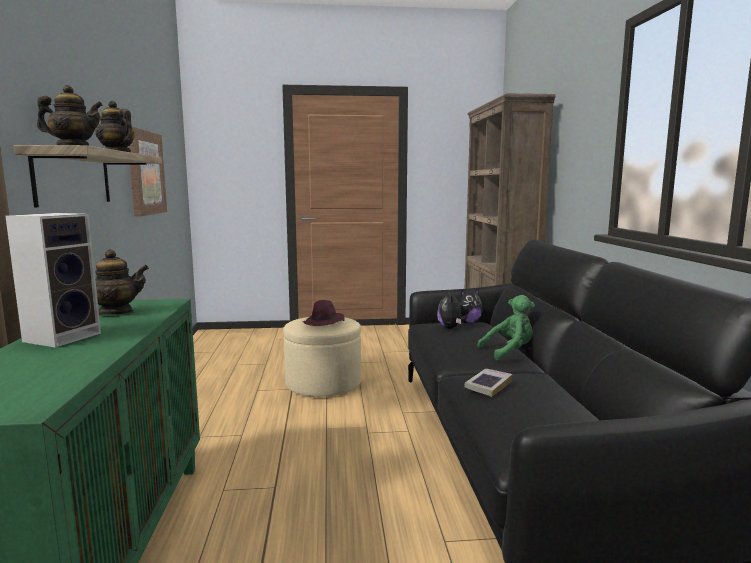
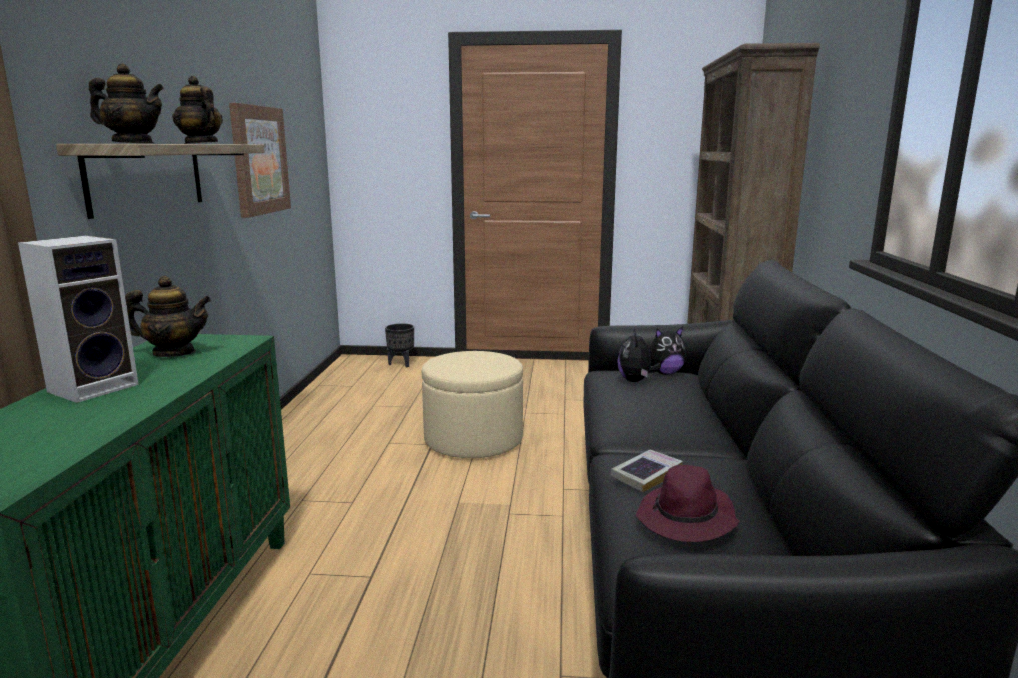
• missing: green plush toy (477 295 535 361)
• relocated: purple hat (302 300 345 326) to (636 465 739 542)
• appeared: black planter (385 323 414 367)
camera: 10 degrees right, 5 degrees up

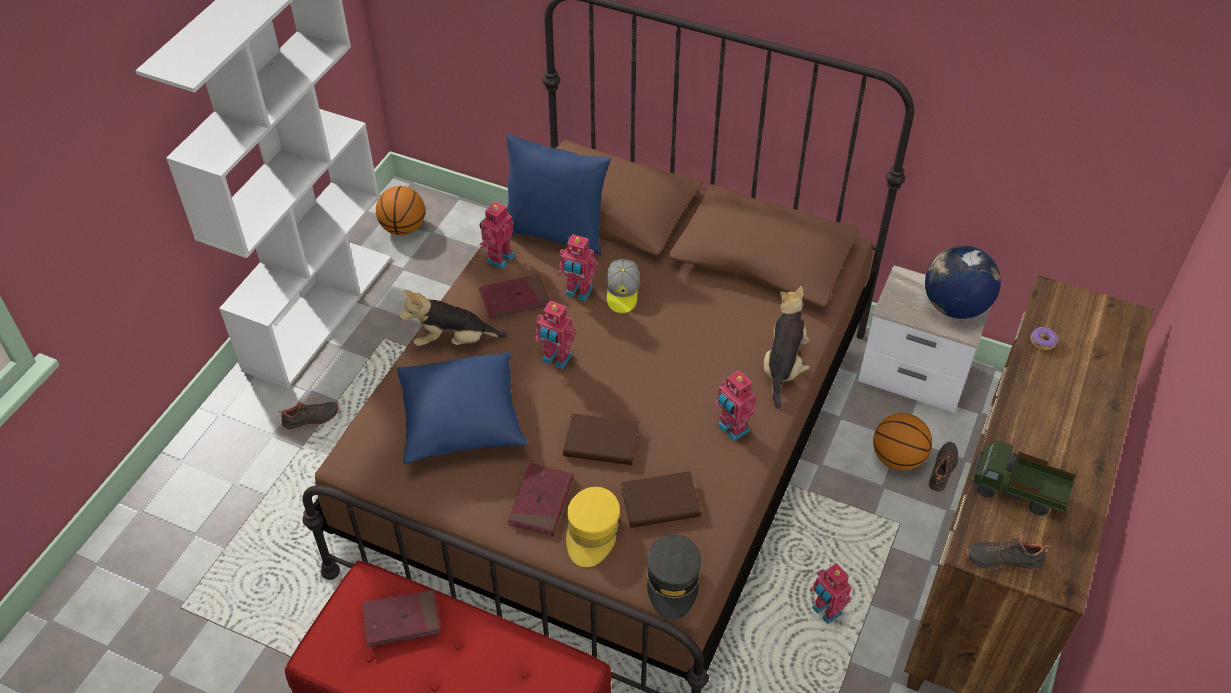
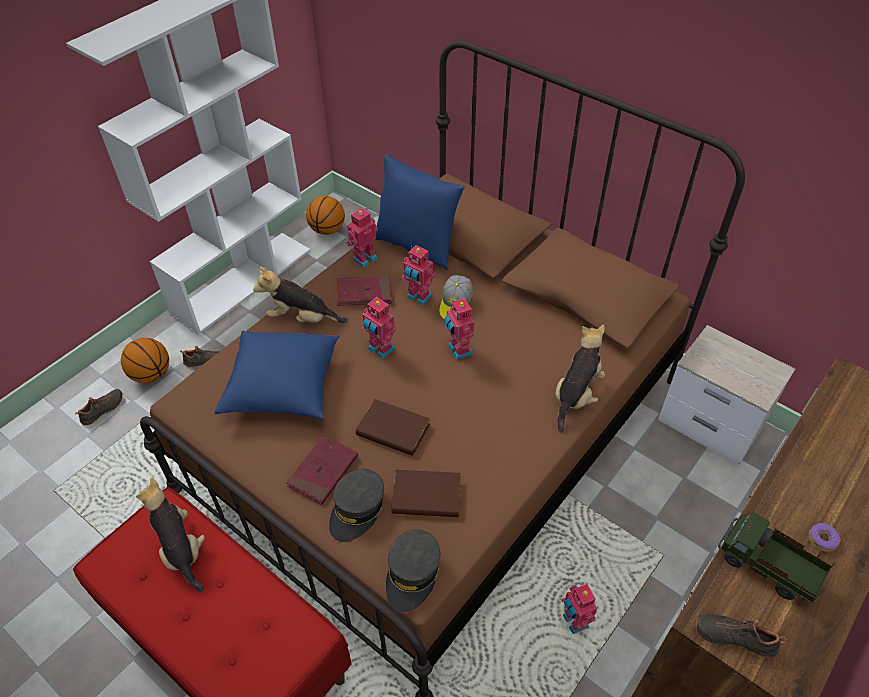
• missing: globe (925 246 1001 319)
• relocated: donut (1031 327 1058 350) to (809 523 841 552)
• relocated: toy robot (714 370 756 442) to (444 297 474 360)
• relocated: basketball (873 413 932 471) to (121 338 169 383)
• relocated: black shoe (928 442 958 492) to (75 389 123 425)
• colour: yellow cap (566 487 620 567) to grey cap (329 469 384 542)
• exchanged: red book (362 590 441 647) to plush toy (136 478 205 592)
camera: 15 degrees right, 0 degrees up

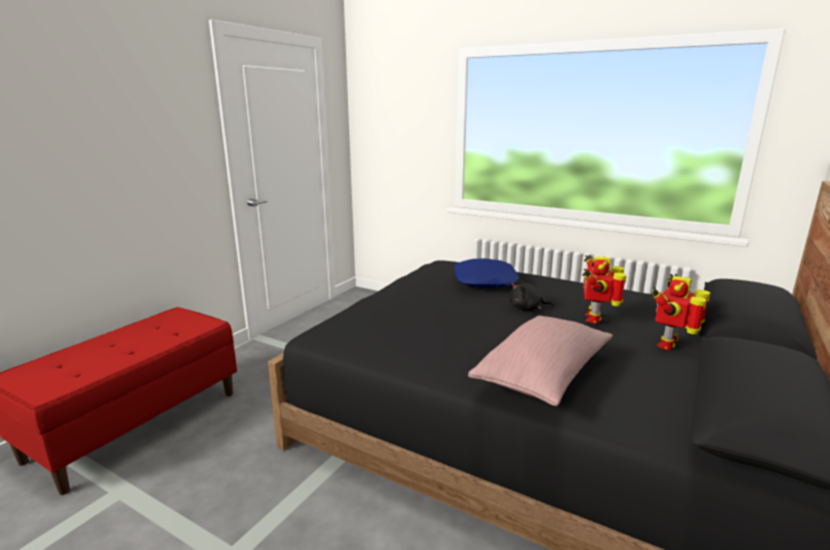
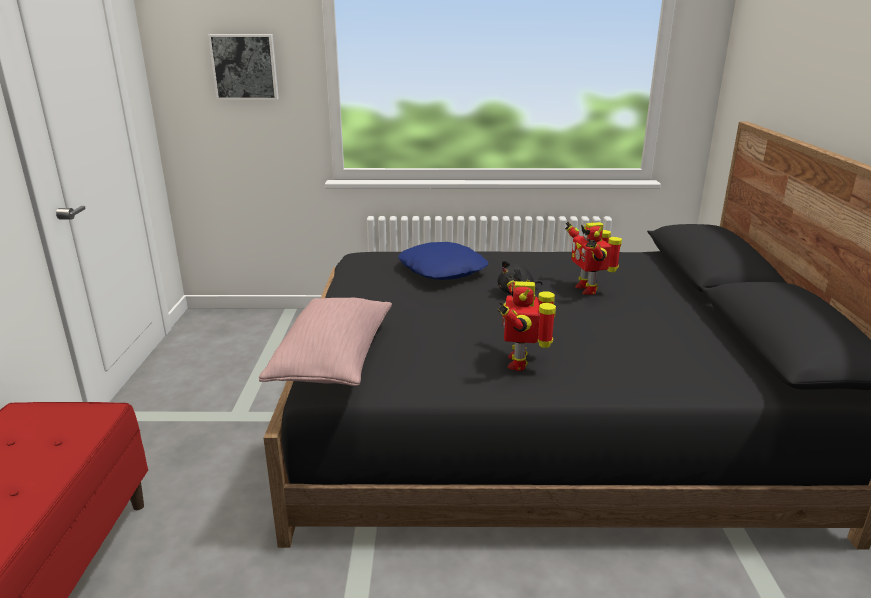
• relocated: toy robot (651 274 710 350) to (497 275 556 371)
• relocated: pink pillow (468 316 613 406) to (259 298 392 386)
• appeared: picture (208 34 279 100)
camera: 30 degrees left, 5 degrees up

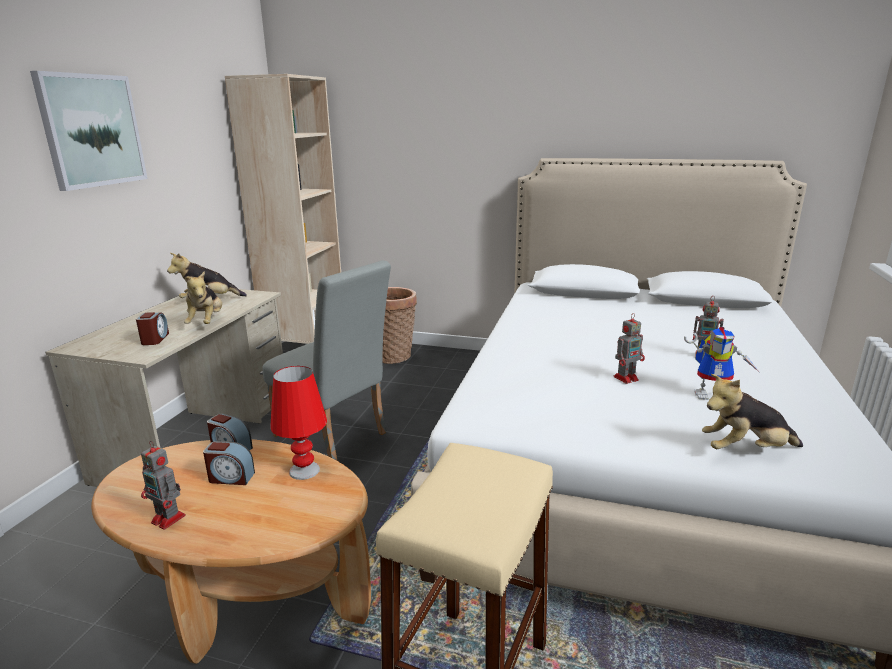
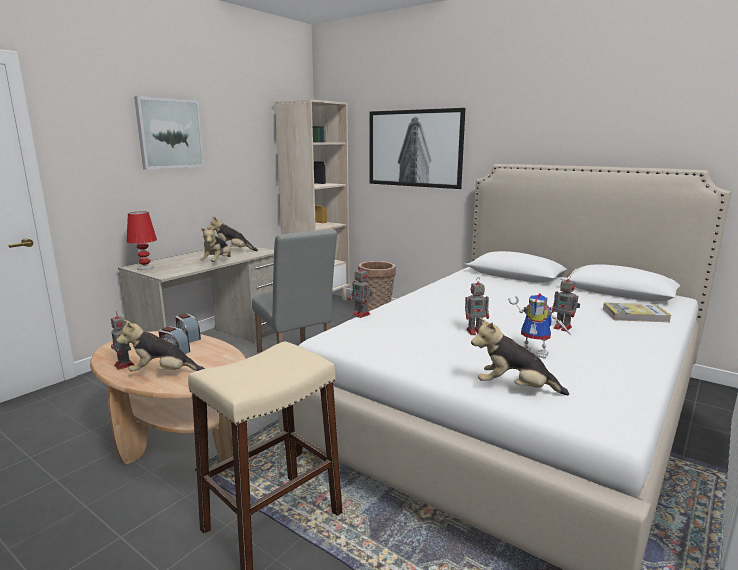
• missing: alarm clock (136 312 169 345)
• relocated: red table lamp (270 366 327 480) to (127 212 157 270)
• appeared: picture (370 108 465 189)
• appeared: toy robot (350 265 372 318)
• appeared: book (603 303 672 322)
• appeared: plush toy (116 319 205 371)
camera: 20 degrees right, 5 degrees down

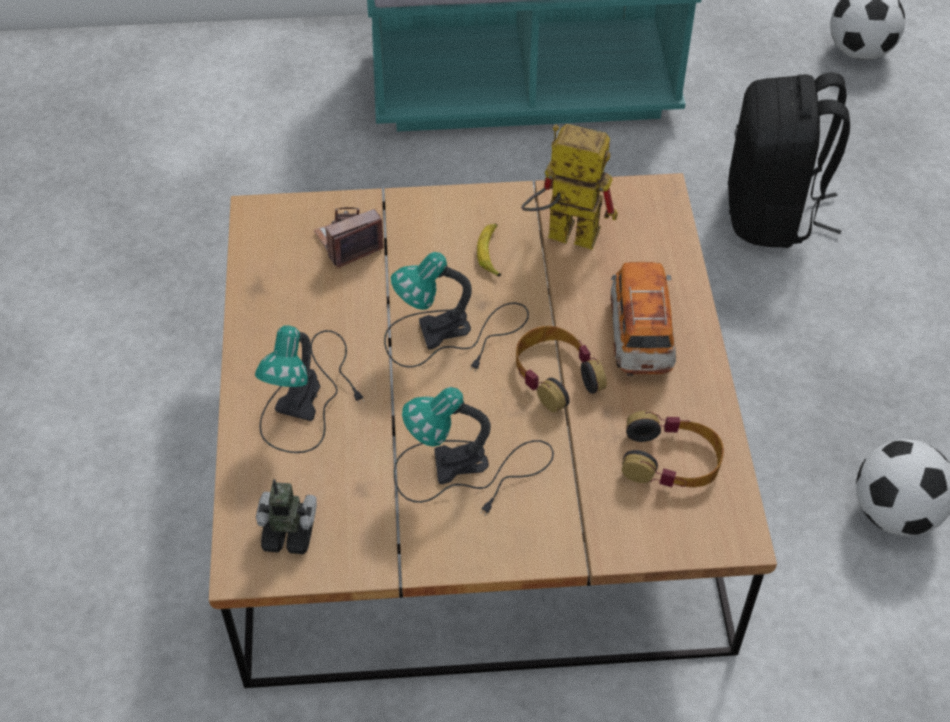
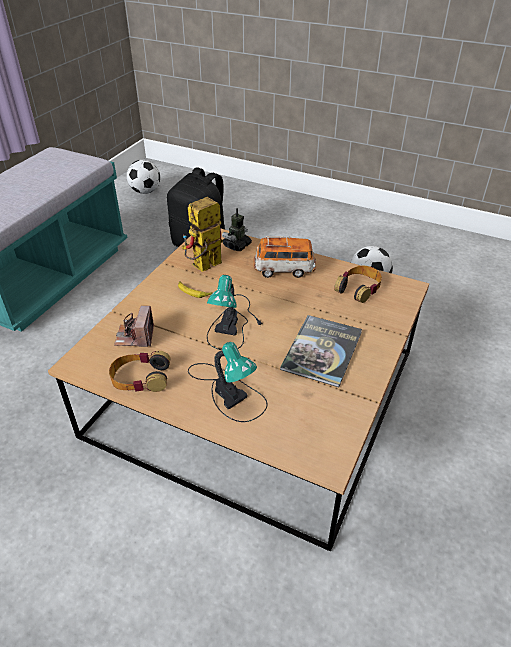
• spun: toy car (610 262 676 376) = (254 236 316 278) 150 degrees clockwise
• relocated: headphones (516 326 607 412) to (109 351 171 392)
• exchanged: table lamp (394 387 554 515) to book (280 315 362 387)
• relocated: toy robot (256 479 317 554) to (222 208 252 251)
camera: 60 degrees left, 10 degrees down

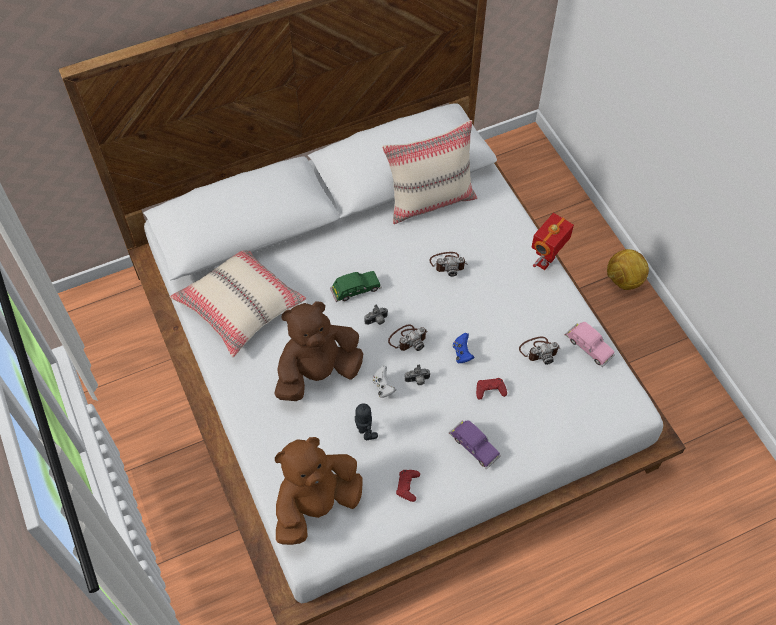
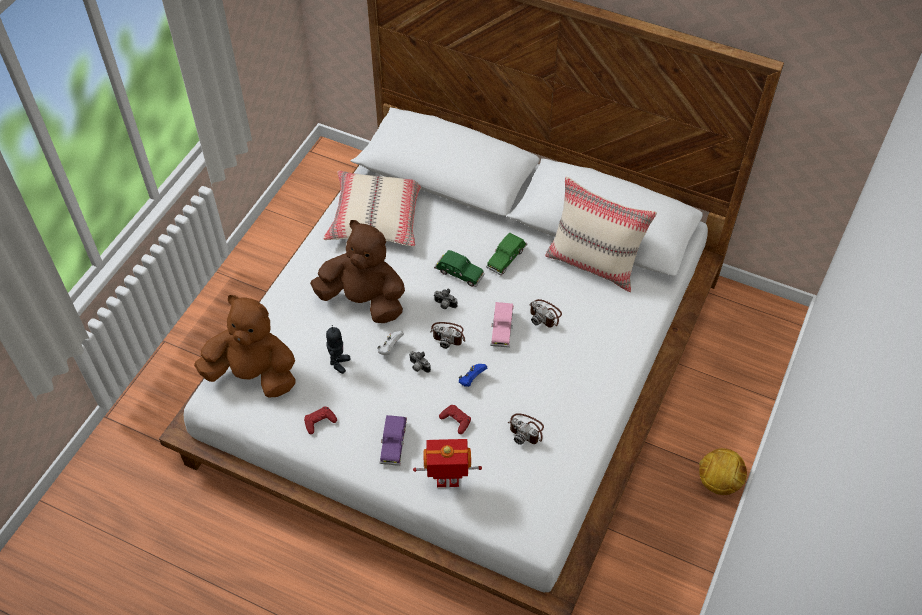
• relocated: toy robot (531 213 574 270) to (413 439 482 487)
• relocated: pink toy car (565 322 615 367) to (490 302 513 348)
• appeared: green toy car (486 233 527 275)
camera: 50 degrees right, 5 degrees down

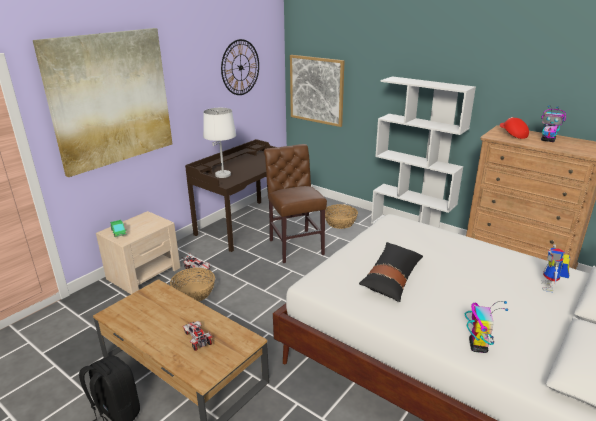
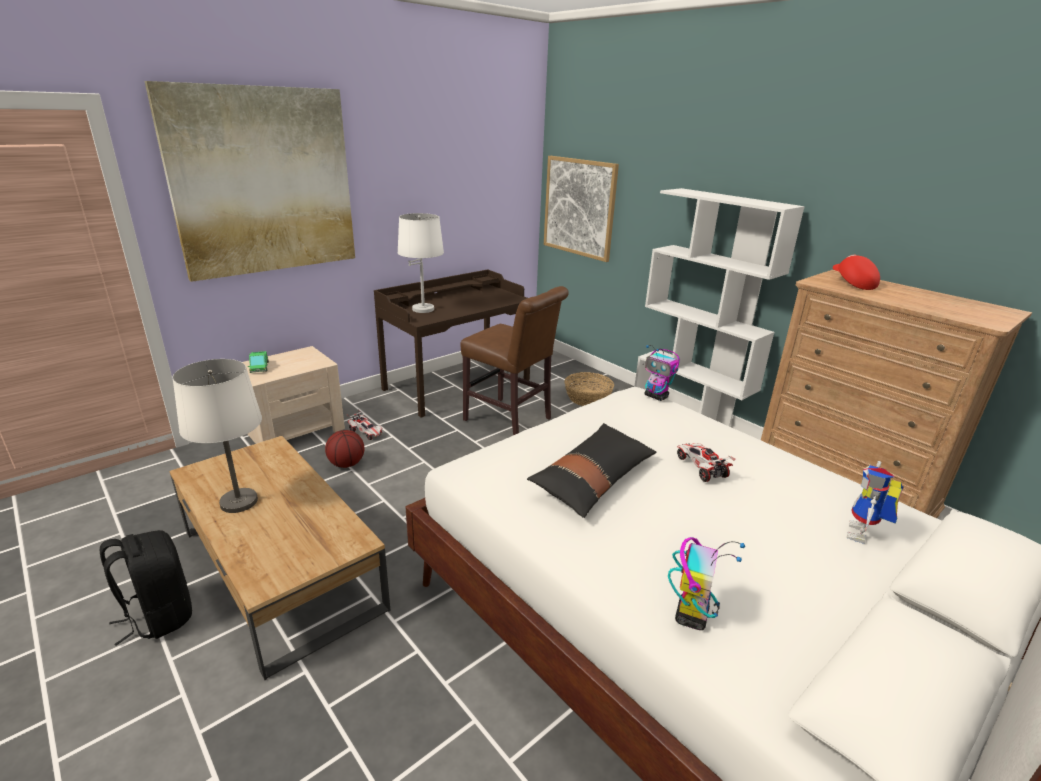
• missing: wall clock (221 39 259 95)
• relocated: toy robot (541 105 566 142) to (644 345 680 401)
• spun: brown chair (264 144 327 263) = (461 286 569 435) 135 degrees clockwise
• exchanged: basket (170 268 215 301) to basketball (325 430 364 468)
• relocated: toy car (182 321 212 351) to (677 443 736 482)
• appeared: white table lamp (173 359 262 513)
camera: 10 degrees right, 0 degrees up

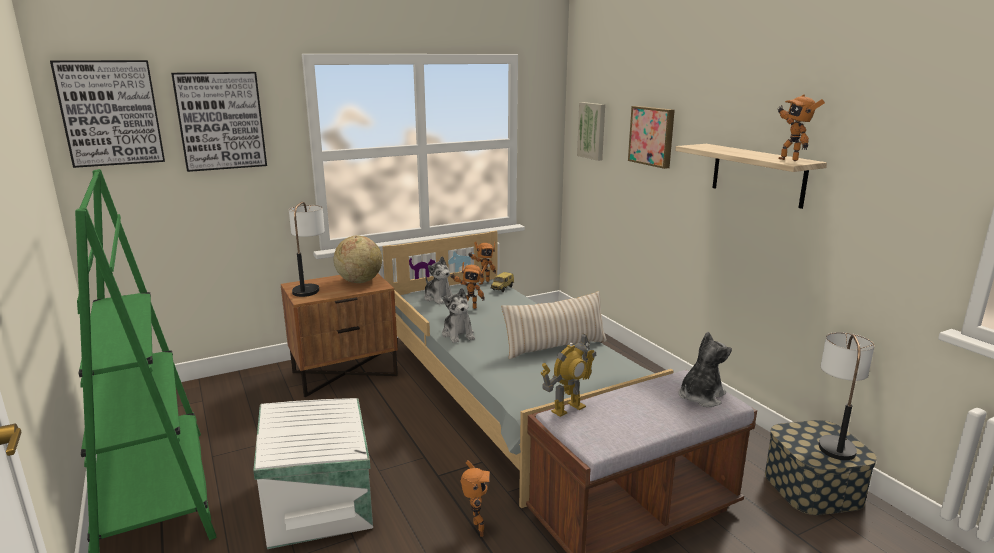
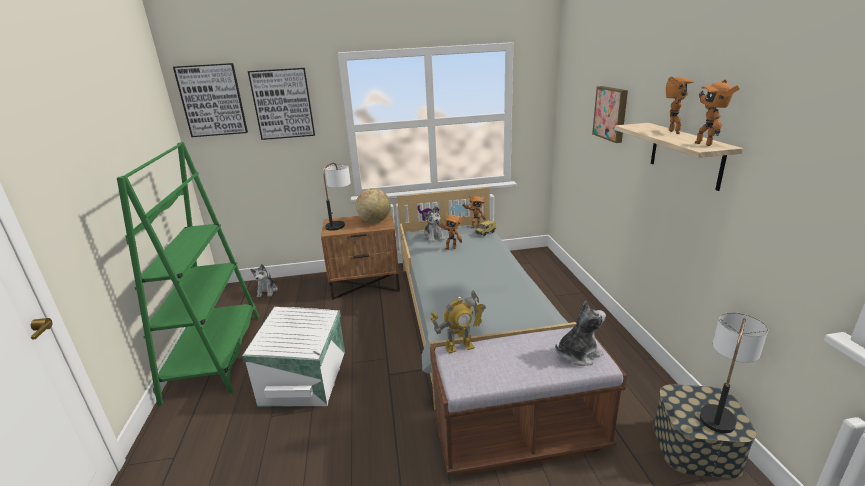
• missing: picture (577 102 605 161)
• relocated: plush toy (442 288 475 343) to (250 264 278 298)
• missing: beige pillow (501 291 607 359)
• relocated: toy robot (460 461 490 536) to (666 77 693 134)
camera: 20 degrees right, 5 degrees up

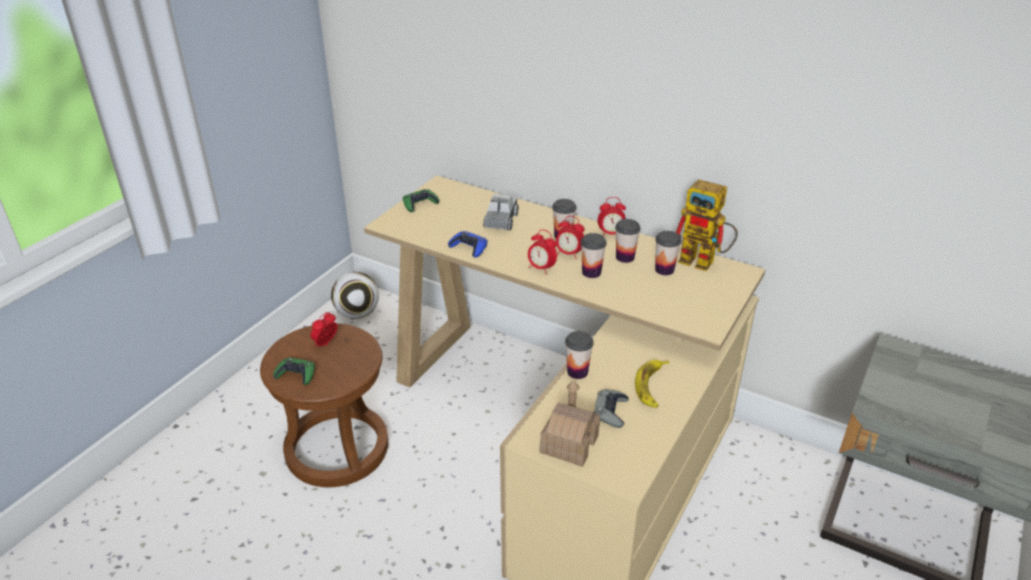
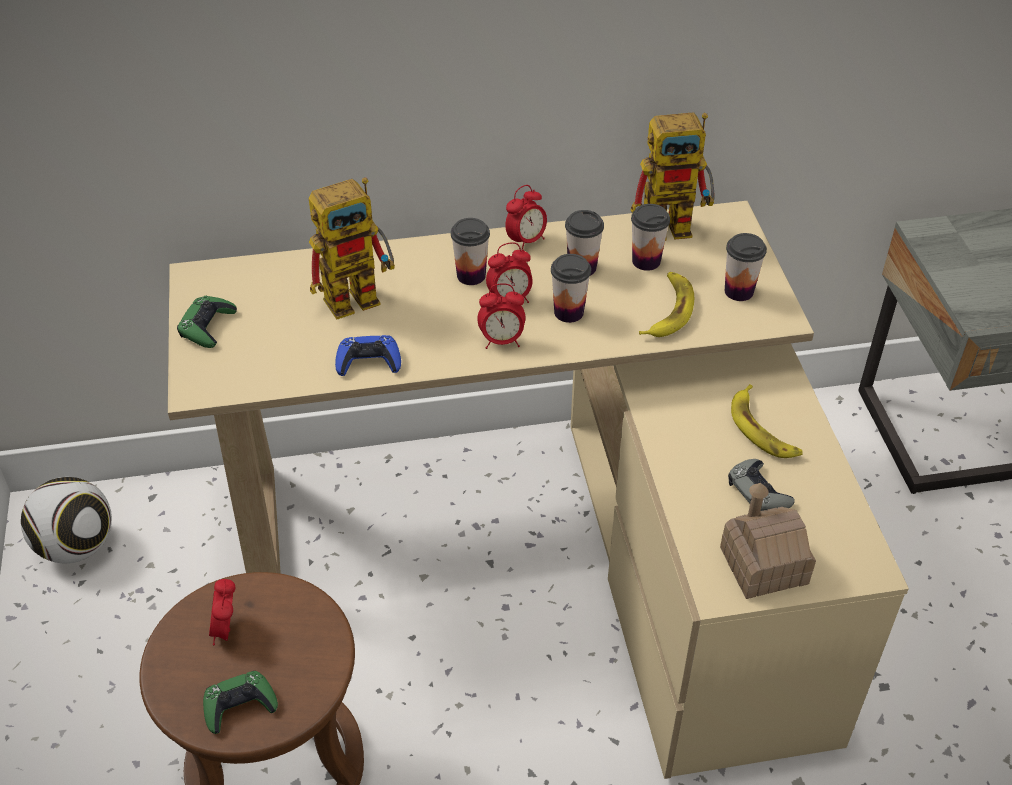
• exchanged: toy truck (483 194 519 230) to toy robot (308 177 395 319)
• relocated: cup (565 331 594 379) to (725 233 767 301)
• appeared: banana (639 272 694 337)
camera: 40 degrees left, 10 degrees up

